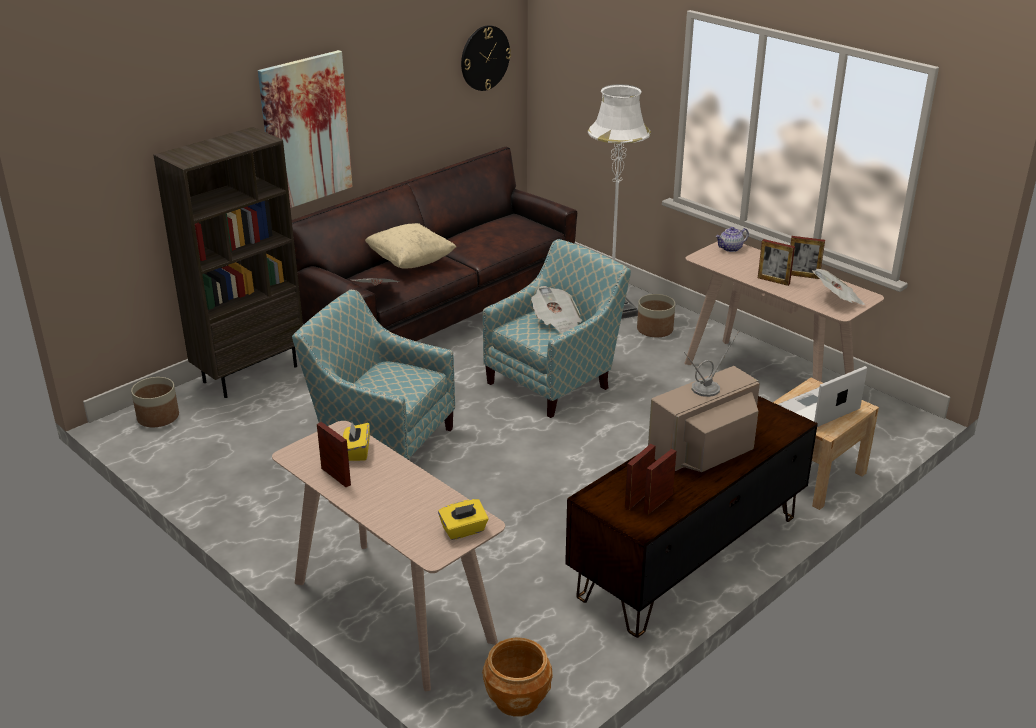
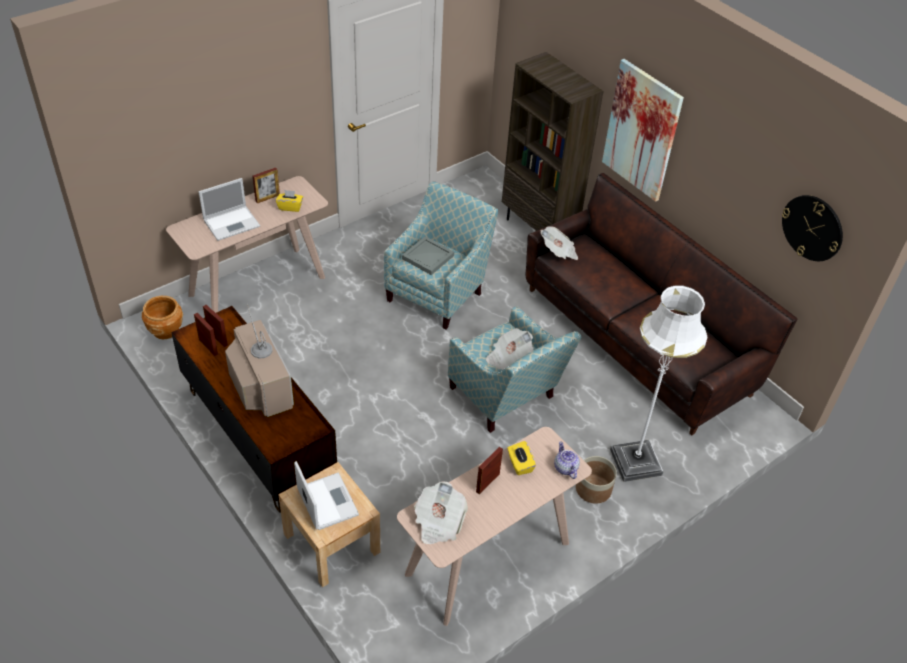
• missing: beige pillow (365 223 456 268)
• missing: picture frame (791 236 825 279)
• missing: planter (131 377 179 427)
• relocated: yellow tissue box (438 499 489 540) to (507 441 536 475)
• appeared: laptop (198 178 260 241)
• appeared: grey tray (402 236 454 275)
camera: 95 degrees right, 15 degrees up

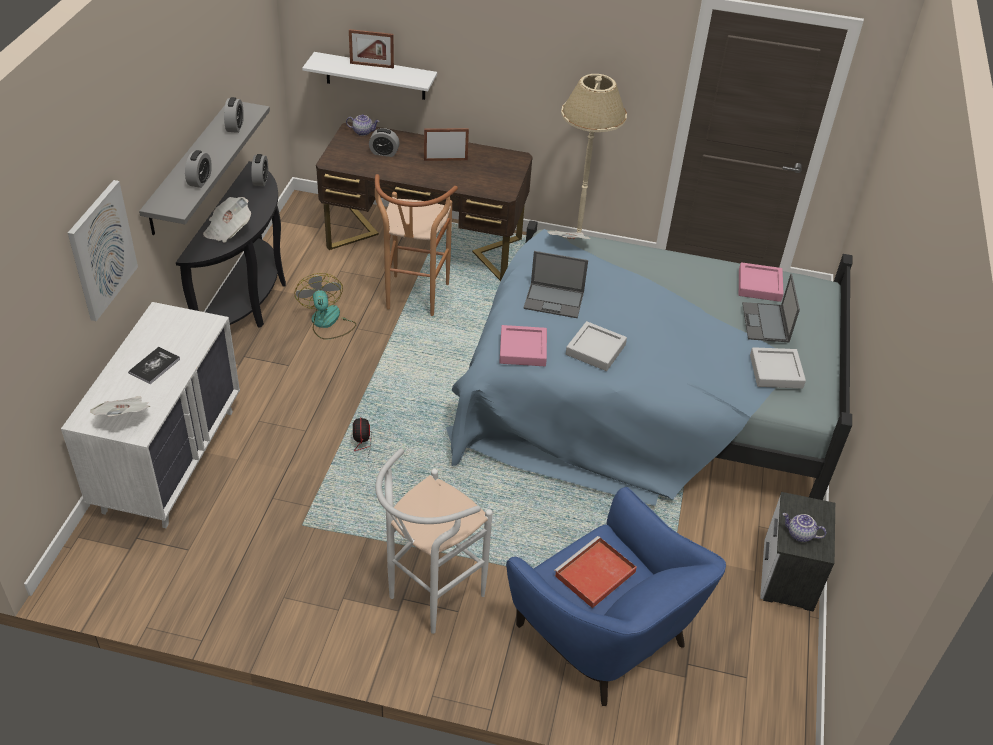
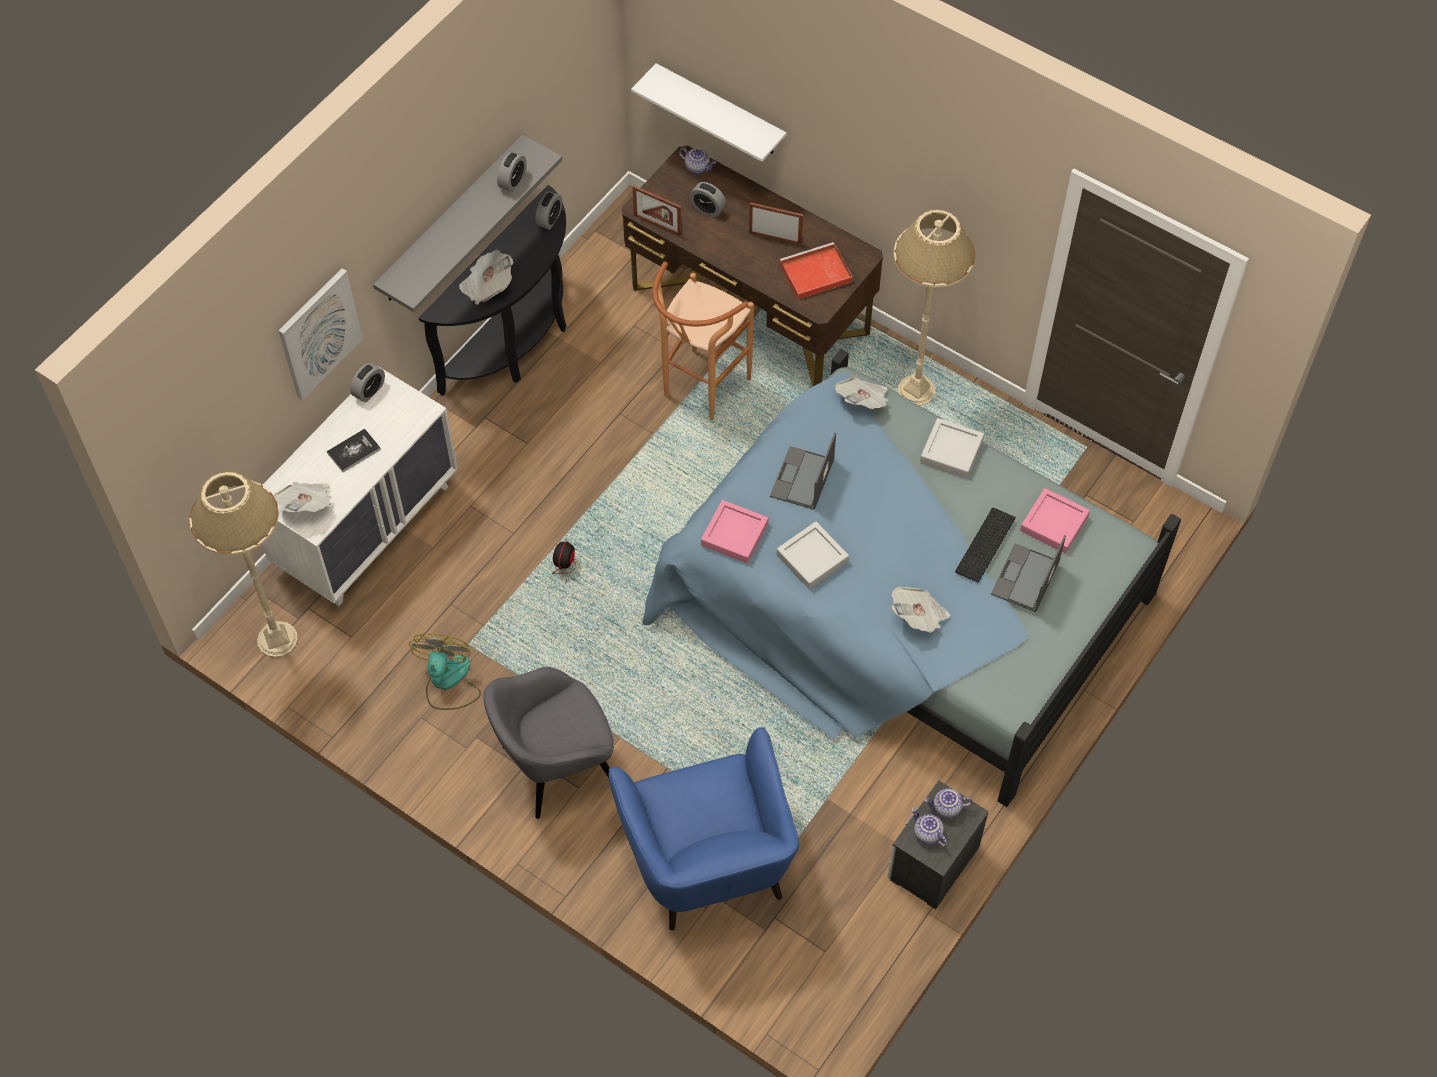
• relocated: picture frame (349 29 394 68) to (633 186 682 236)
• relocated: alarm clock (185 150 212 188) to (350 363 385 402)
• spun: laptop (523 251 588 318) = (770 432 836 510) 75 degrees clockwise
• relocated: fan (294 273 356 340) to (409 634 481 710)
• relocated: grey tray (750 347 806 389) to (920 418 984 478)
• exchanged: white stool (375 448 492 634) to grey armchair (483 667 614 819)
• relocated: red tray (554 536 637 608) to (780 242 853 299)
• appeared: beige floor lamp (189 472 298 658)
• appeared: keyboard (955 507 1016 582)
• appeared: newspaper (891 586 950 633)
• appeared: teapot (924 789 973 819)
camera: 25 degrees right, 15 degrees up

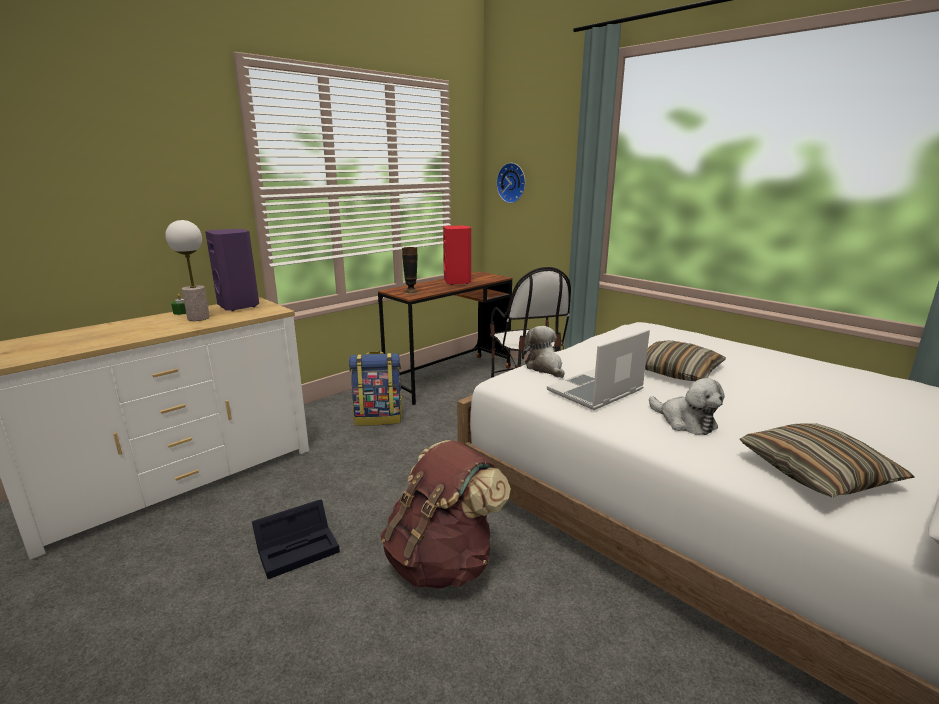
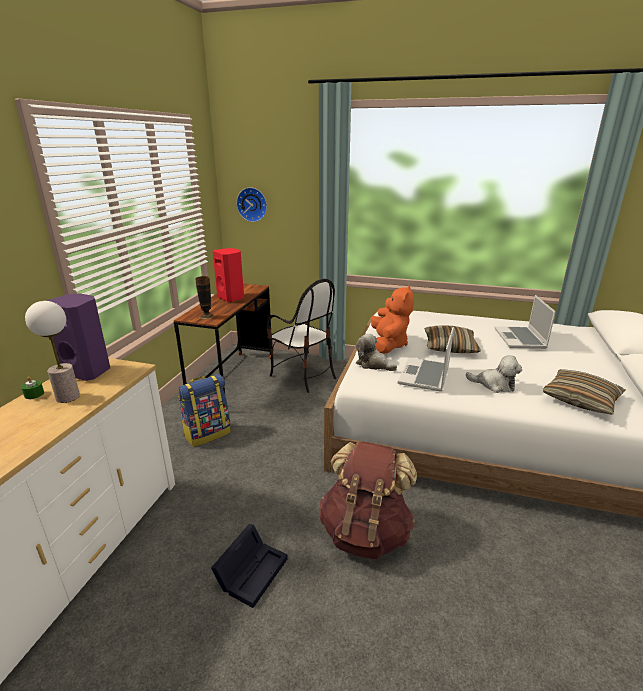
• appeared: orange plush toy (371 285 414 354)
• appeared: laptop (494 295 556 349)
camera: 30 degrees left, 5 degrees up

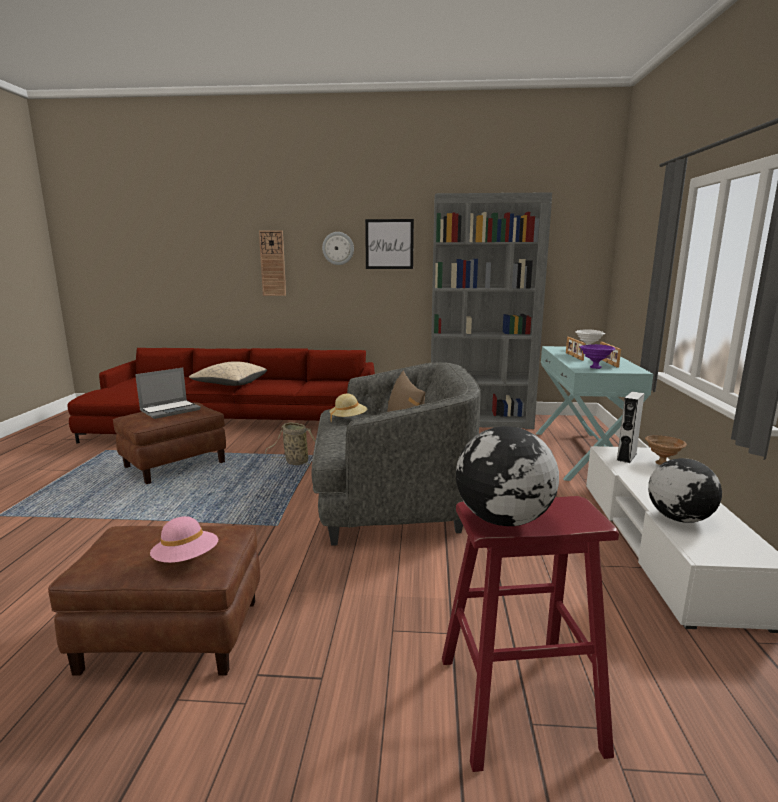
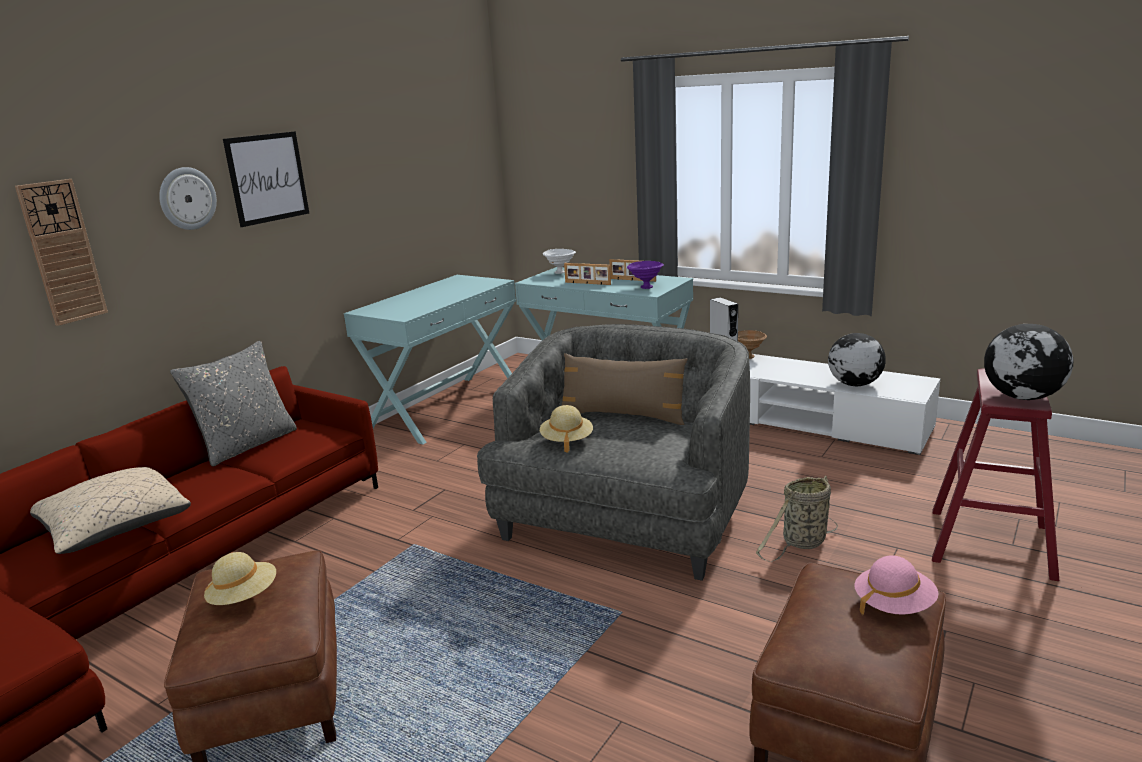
• exchanged: grey bookcase (431 192 552 429) to turquoise console table (344 275 516 445)
• exchanged: laptop (135 368 201 419) to beige hat (204 552 276 605)
• relocated: basket (265 422 316 466) to (756 476 838 562)
• appeared: grey pillow (170 341 297 467)
camera: 60 degrees left, 5 degrees up

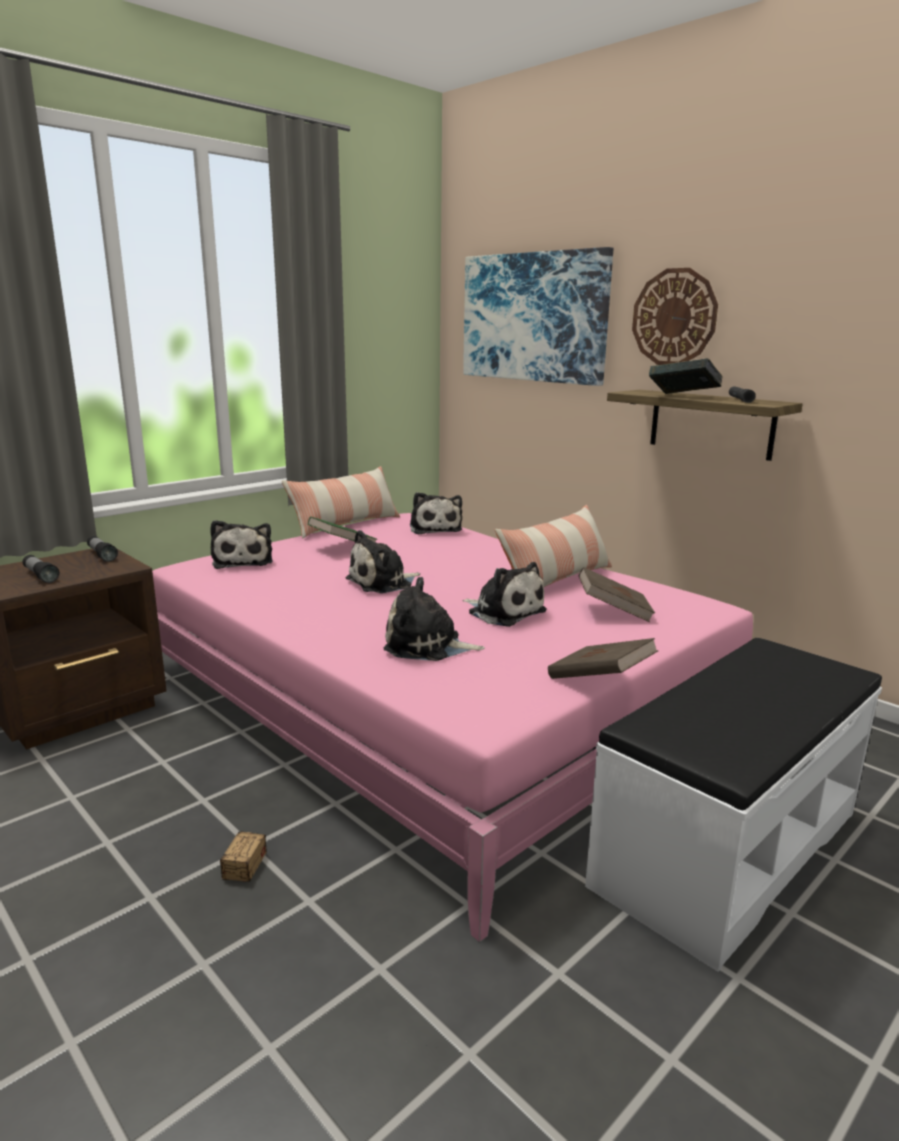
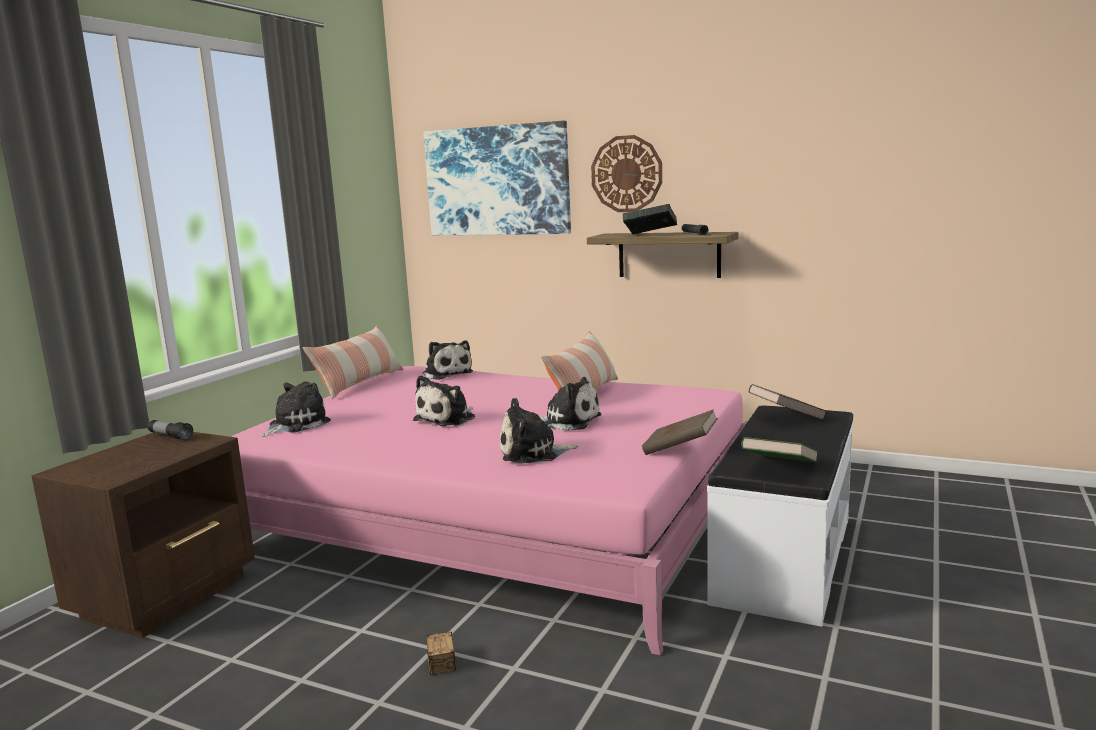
• relocated: green book (308 516 376 542) to (741 437 818 462)
• spun: plush toy (210 520 273 569) = (262 381 331 437) 105 degrees counterclockwise
• missing: flashlight (22 555 59 583)
• relocated: brown book (579 567 655 622) to (749 384 827 420)
camera: 20 degrees left, 5 degrees down

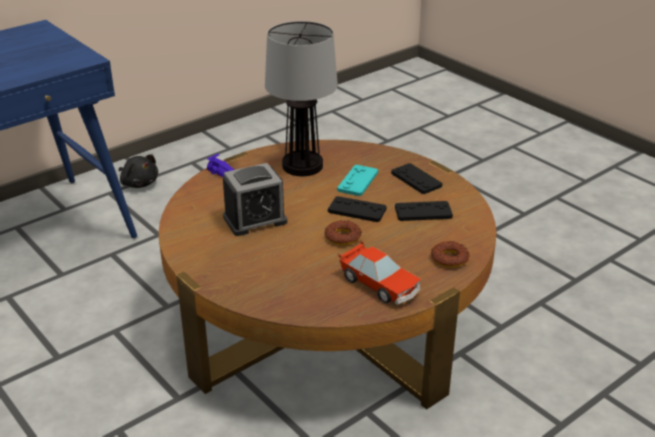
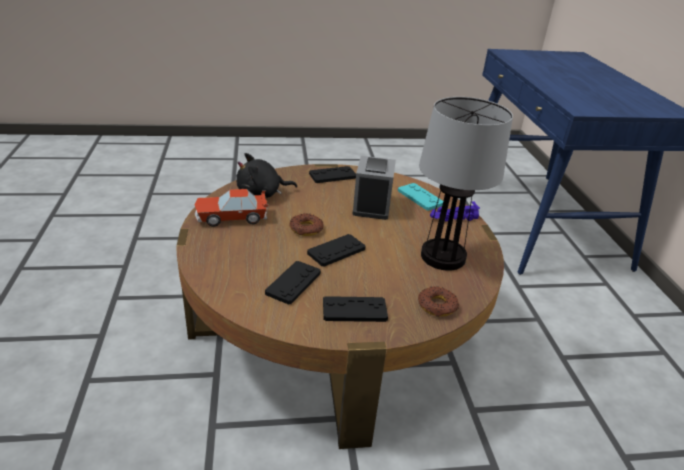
• relocated: black plush toy (119 154 158 188) to (236 153 297 198)
• relocated: turquoise game controller (337 165 378 196) to (398 183 443 211)
• relocated: donut (431 241 470 268) to (418 286 459 317)
• appeared: black game controller (309 166 356 183)
camera: 120 degrees right, 0 degrees up

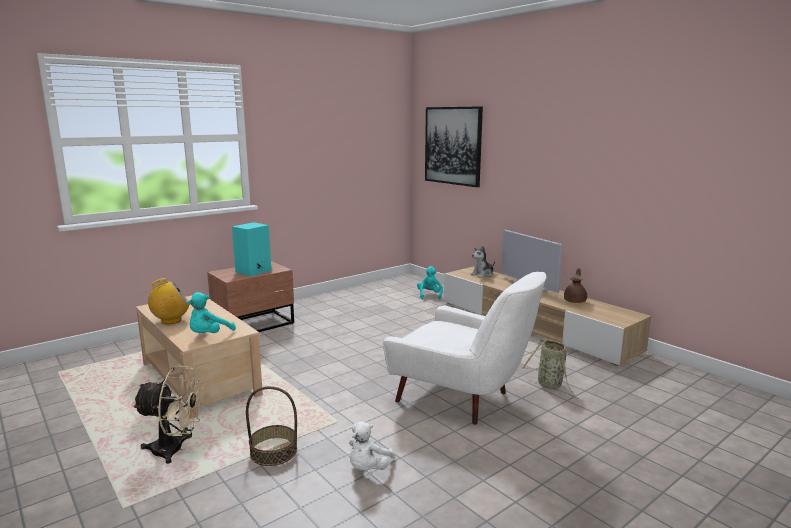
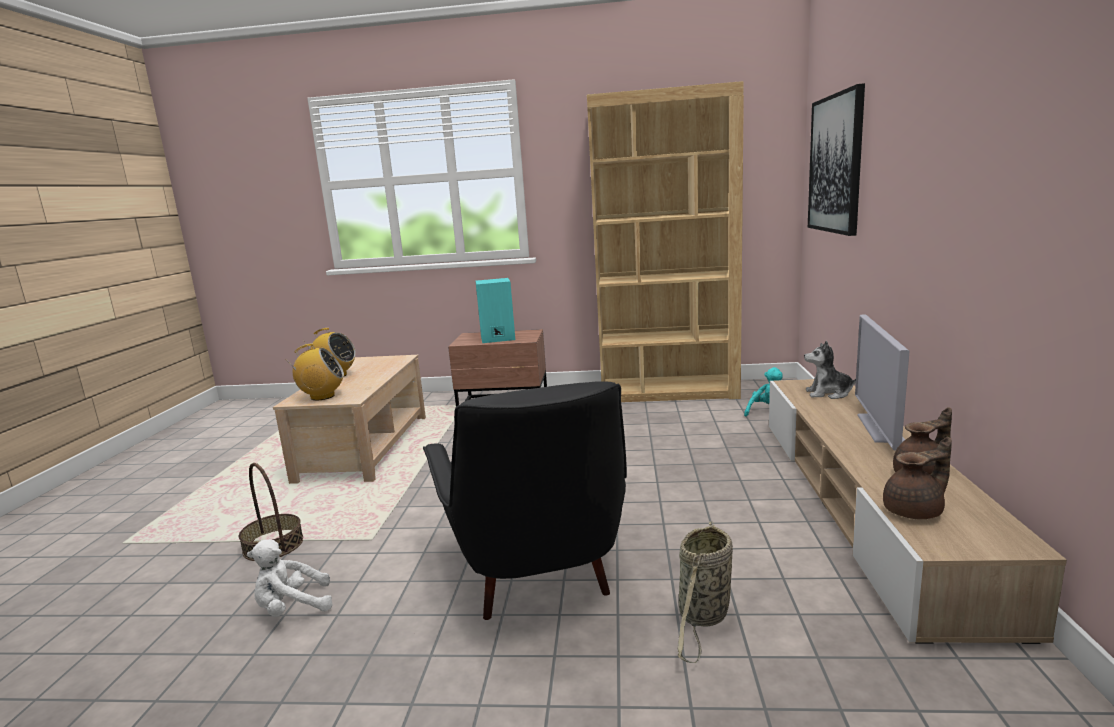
• colour: white armchair (382 272 547 425) to black armchair (423 381 627 620)
• exchanged: turquoise plush toy (188 292 236 333) to radio (285 343 344 401)
• missing: beige fan (132 365 205 464)
• appeared: brown bookcase (587 81 744 402)
• appeared: brown teapot (883 437 952 519)
camera: 45 degrees right, 0 degrees up

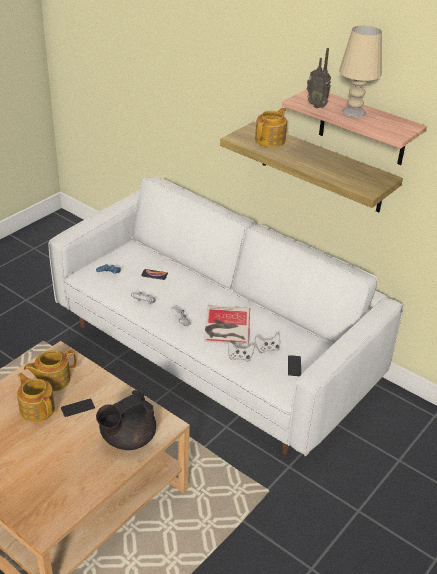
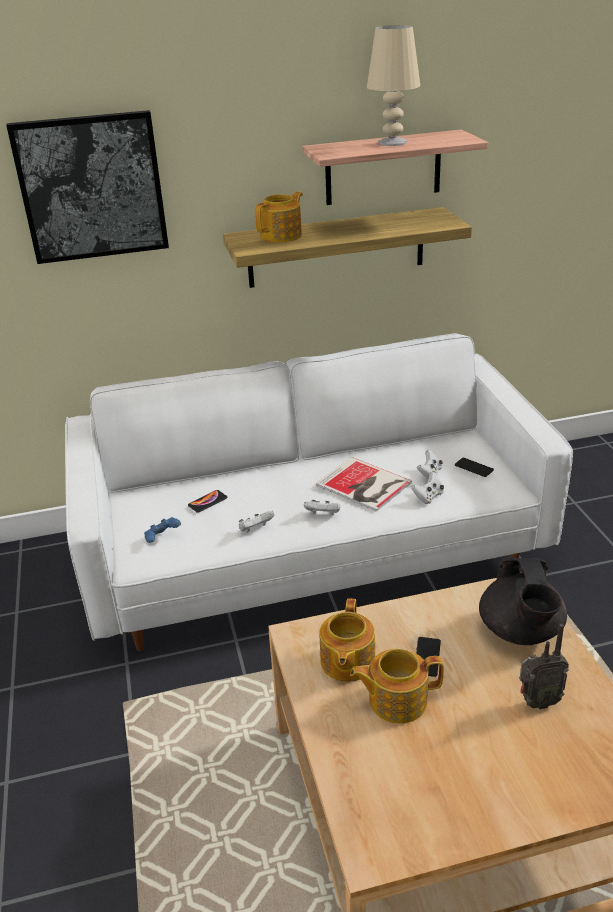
• relocated: radio (307 48 331 108) to (519 624 569 709)
• spun: teapot (255 108 287 148) = (255 191 303 243) 60 degrees clockwise
• appeared: picture (6 110 169 264)
camera: 50 degrees left, 5 degrees down

